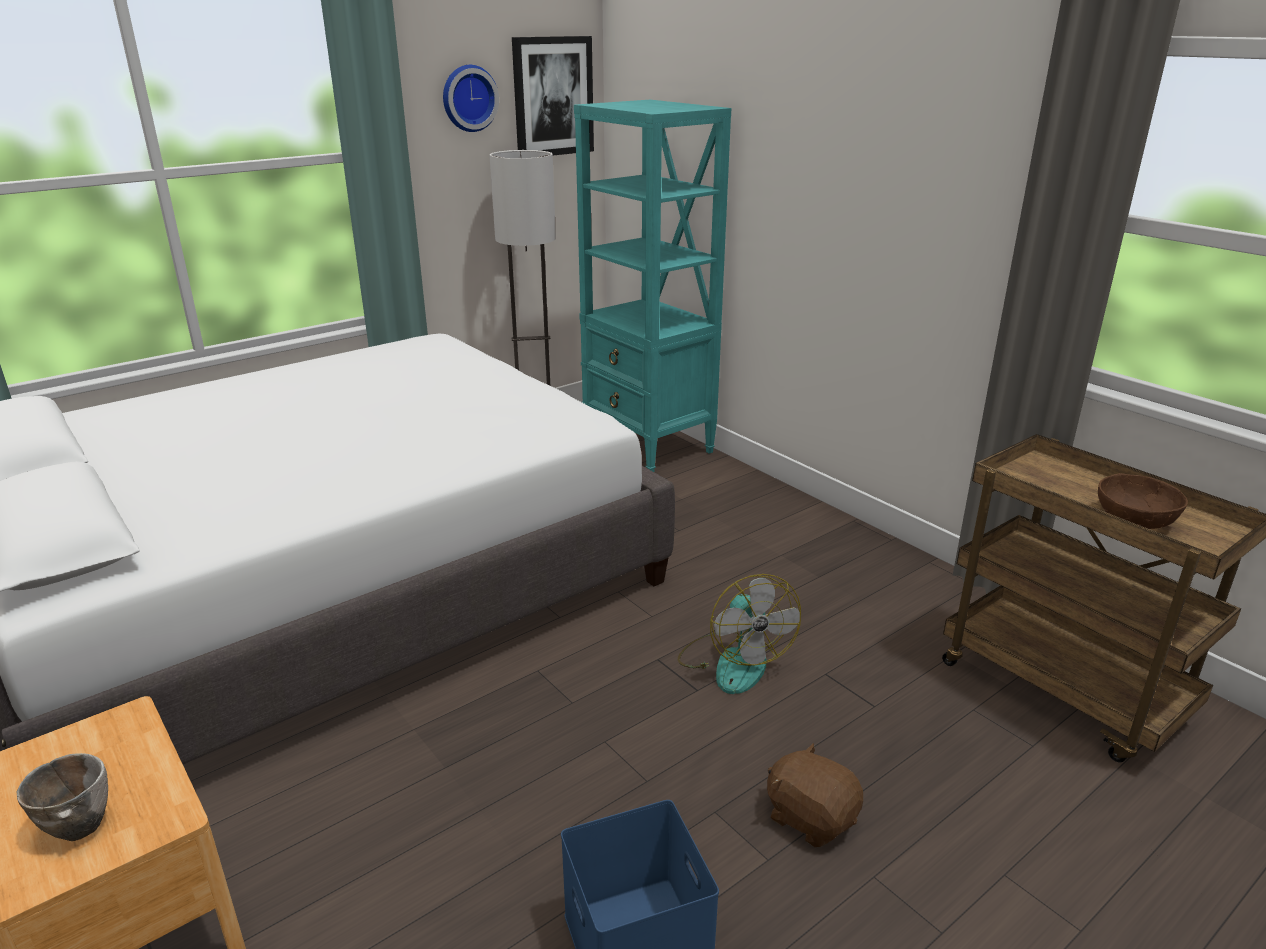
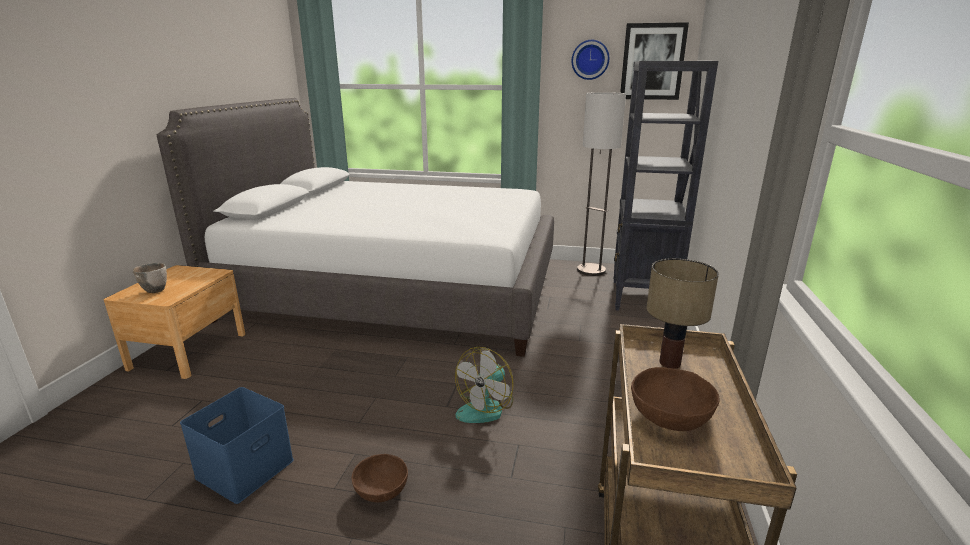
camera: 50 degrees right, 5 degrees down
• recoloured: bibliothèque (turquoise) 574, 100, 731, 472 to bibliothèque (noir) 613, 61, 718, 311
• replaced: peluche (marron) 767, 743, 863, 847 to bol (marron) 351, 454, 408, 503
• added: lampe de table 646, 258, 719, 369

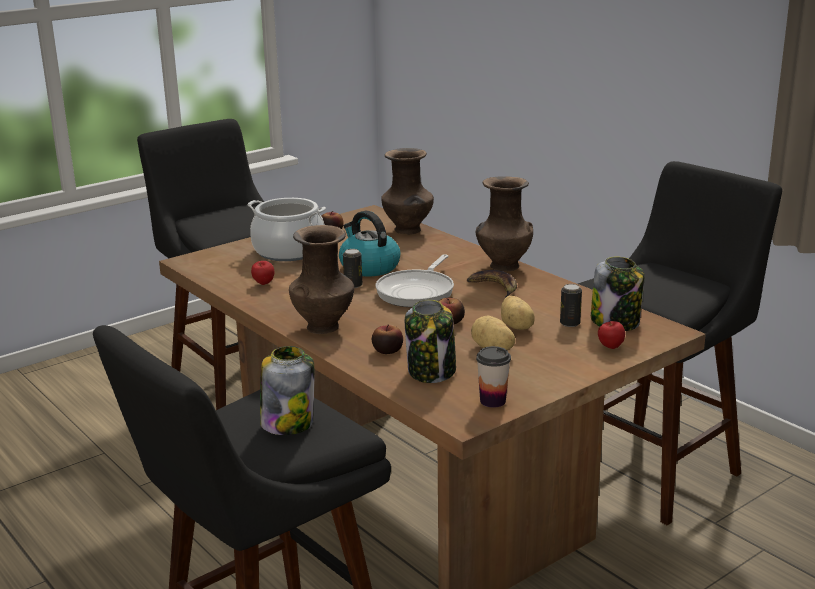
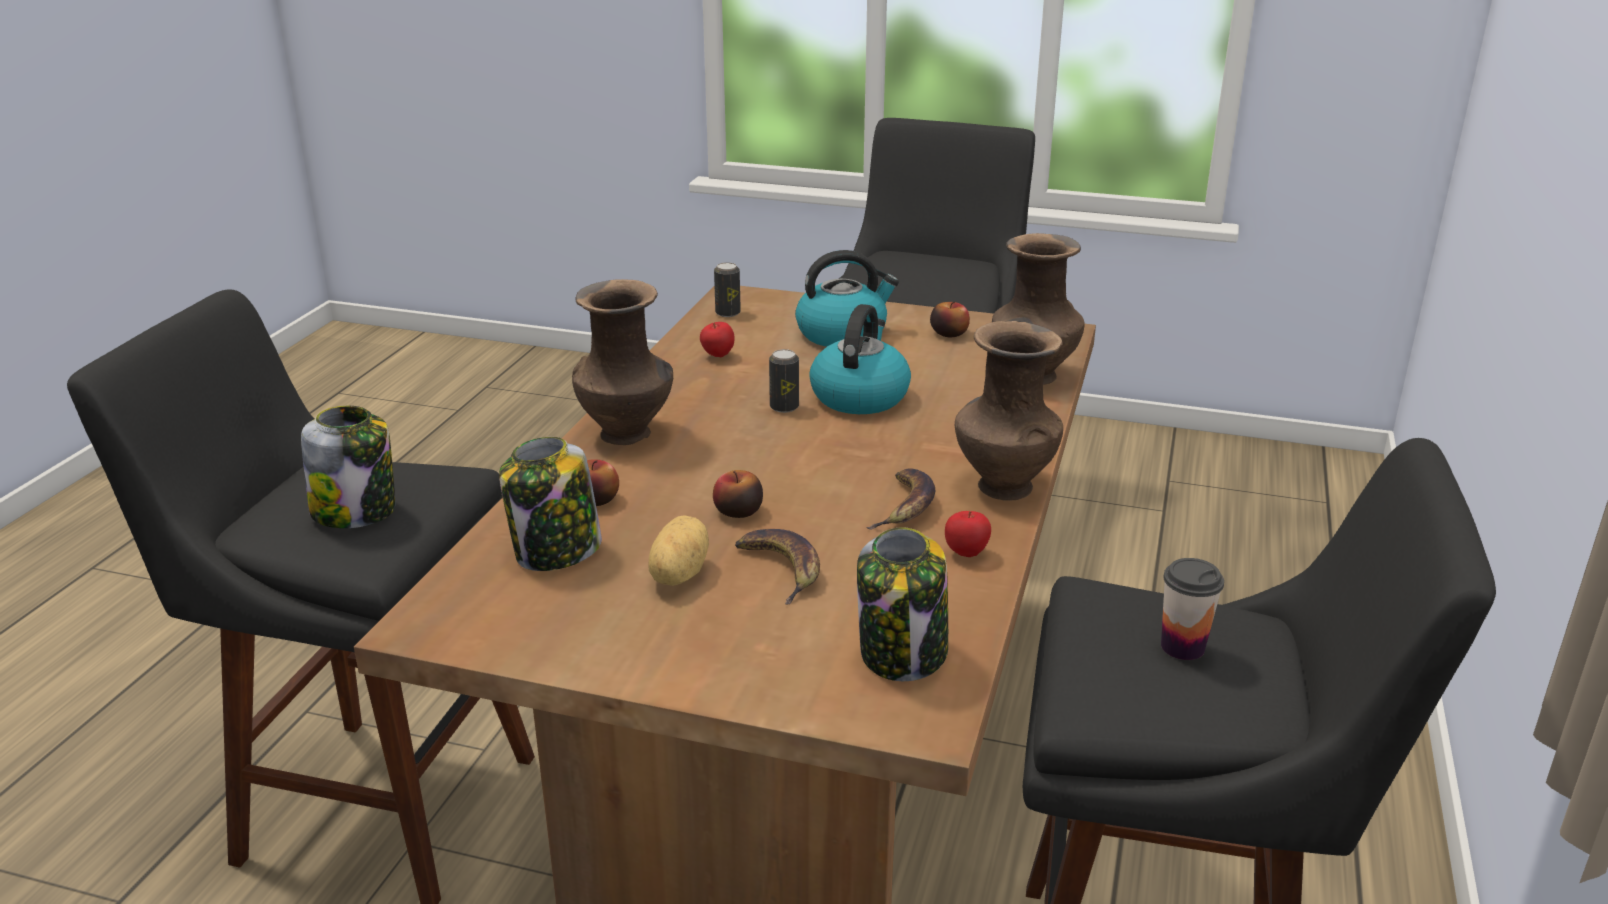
camera: 55 degrees right, 5 degrees up
• replaced: marmite 248, 198, 326, 261 to bouilloire 795, 250, 899, 347
• removed: poêle 376, 254, 454, 307
• moved: boîte métallique 560, 284, 582, 327 to 714, 262, 741, 317
• replaced: pomme de terre 501, 296, 535, 330 to banane 735, 529, 820, 605
• moved: pomme 598, 321, 625, 349 to 945, 511, 991, 557
• moved: tasse 476, 346, 511, 408 to 1161, 558, 1224, 660

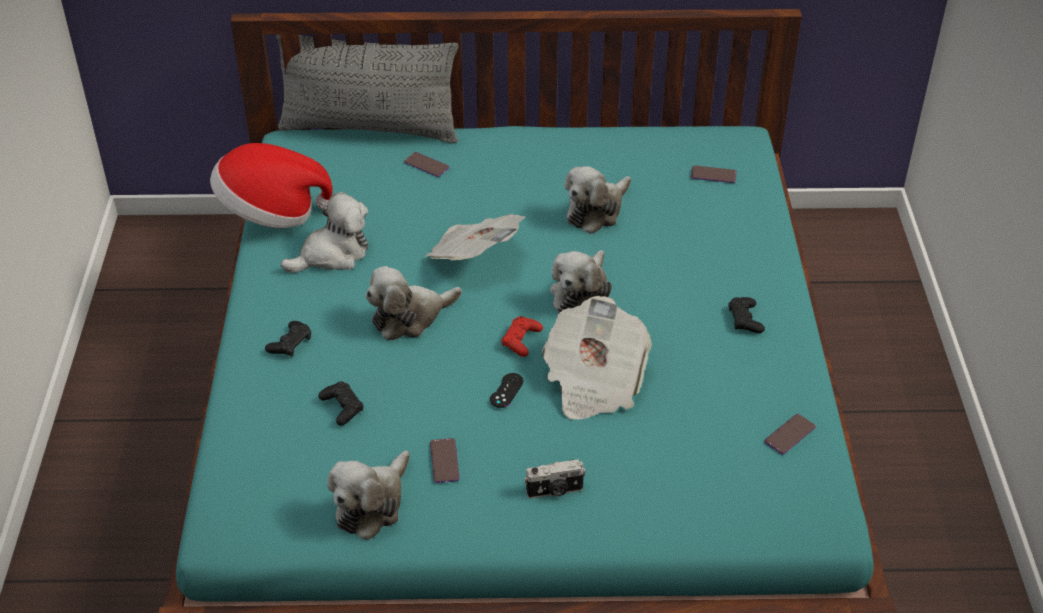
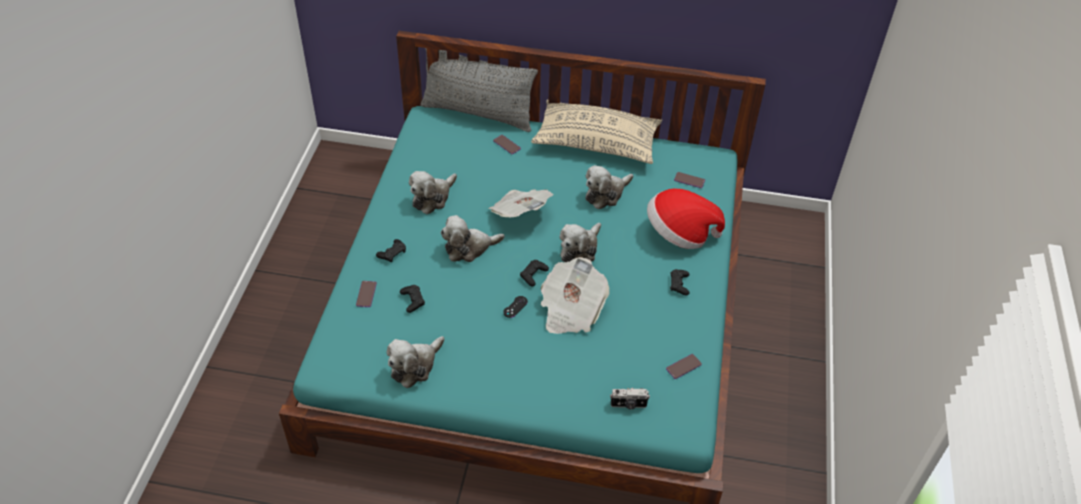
camera: 10 degrees right, 5 degrees up
• moved: chapeau 210, 143, 333, 228 to 647, 189, 725, 249
• turned: peluche 281, 192, 368, 273 = 409, 171, 457, 214 150 degrees clockwise
• recoloured: manette (rouge) 501, 316, 543, 357 to manette (noir) 520, 260, 549, 287
• moved: téléphone 430, 438, 460, 483 to 356, 281, 377, 307
• moved: appareil photo 524, 459, 586, 499 to 610, 388, 650, 409
• added: coussin (beige) 531, 99, 662, 164

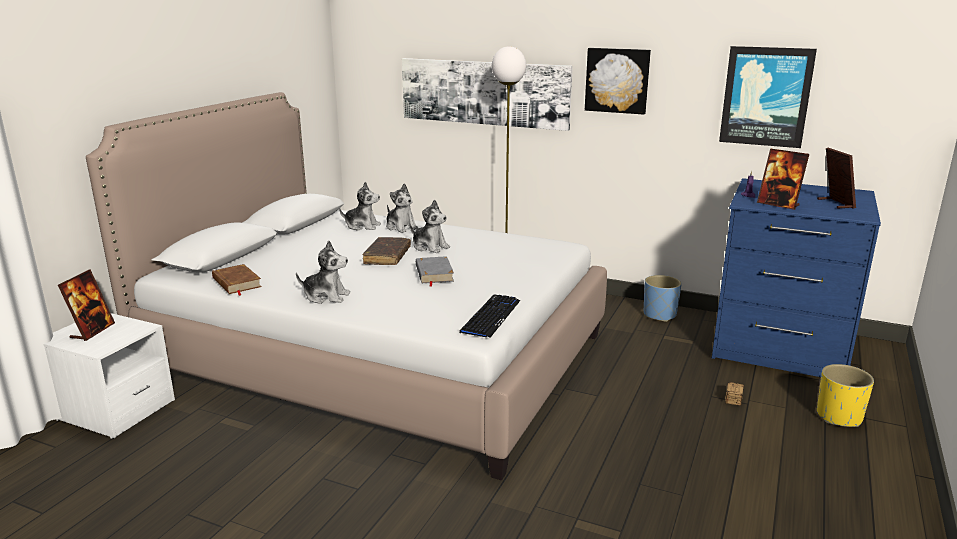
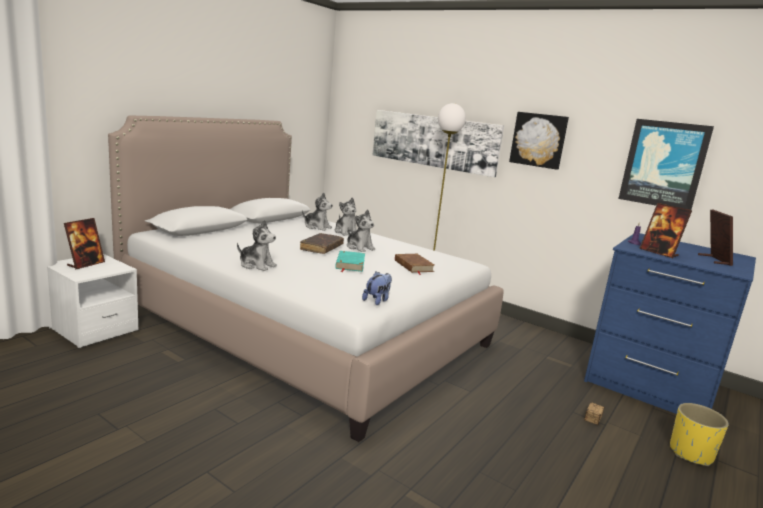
camera: 10 degrees right, 5 degrees down
• recoloured: livre (gris) 416, 256, 454, 287 to livre (turquoise) 335, 251, 365, 272
• moved: livre (marron) 212, 264, 262, 296 to 395, 254, 434, 275
• removed: cache-pot (bleu) 644, 275, 682, 322
• replaced: clavier 459, 294, 521, 338 to peluche 362, 271, 392, 305

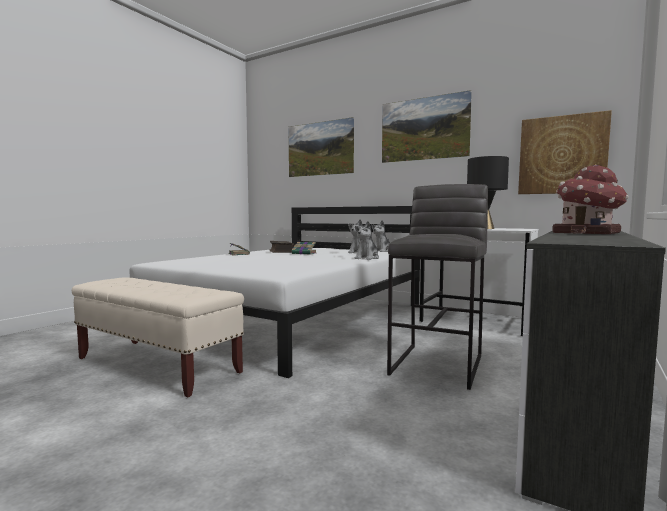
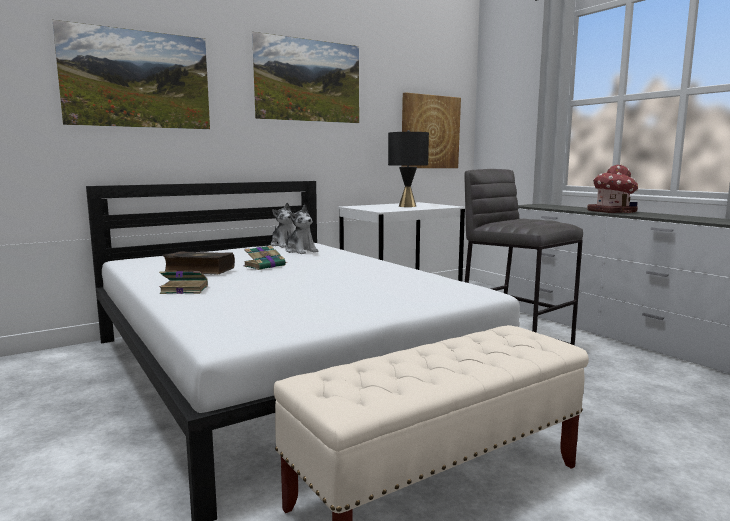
camera: 65 degrees left, 5 degrees up
• removed: peluche 354, 221, 379, 260

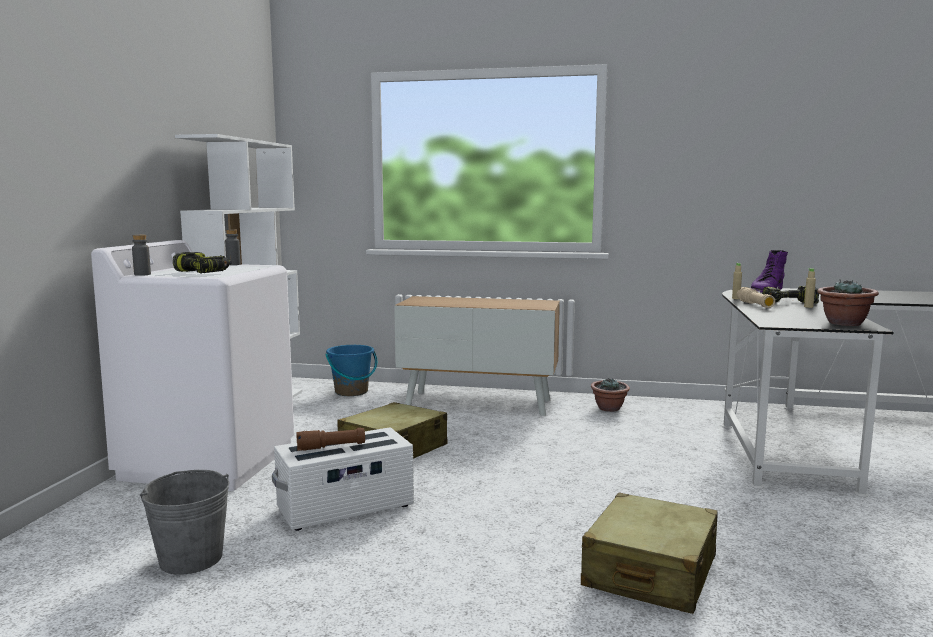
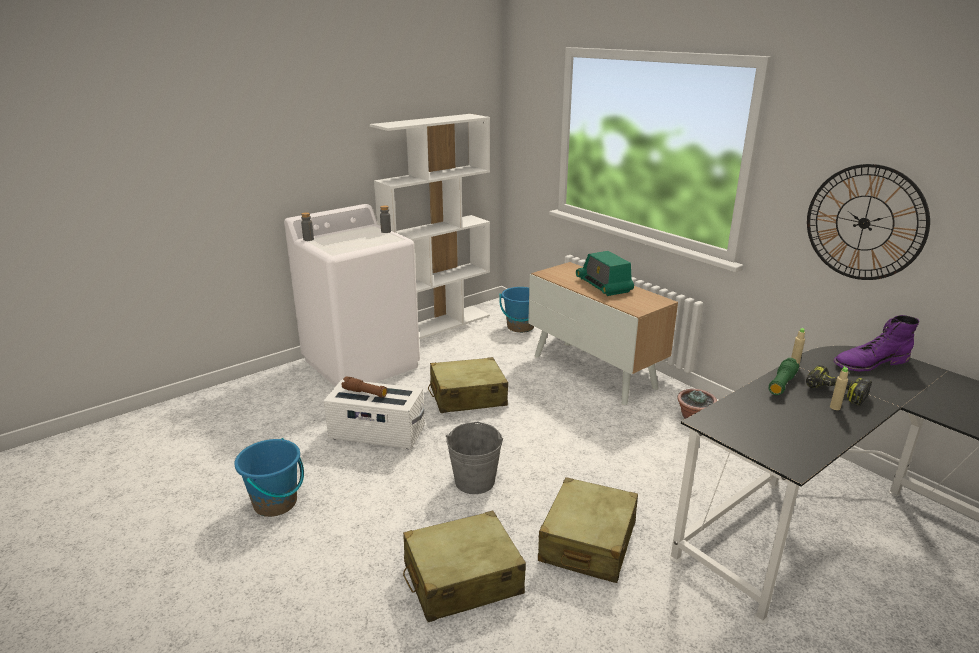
camera: 40 degrees right, 15 degrees up
• removed: perceuse 173, 252, 232, 274
• removed: plante en pot 817, 279, 879, 326
• recoloured: lampe de poche (beige) 737, 287, 775, 308 to lampe de poche (vert) 769, 358, 799, 395
• moved: seau (gris) 140, 470, 229, 575 to 446, 422, 503, 494
• added: horloge murale 807, 164, 930, 280
• added: radio 576, 251, 634, 296
• added: seau (bleu) 234, 438, 304, 517
• added: valise (beige) 538, 477, 638, 583

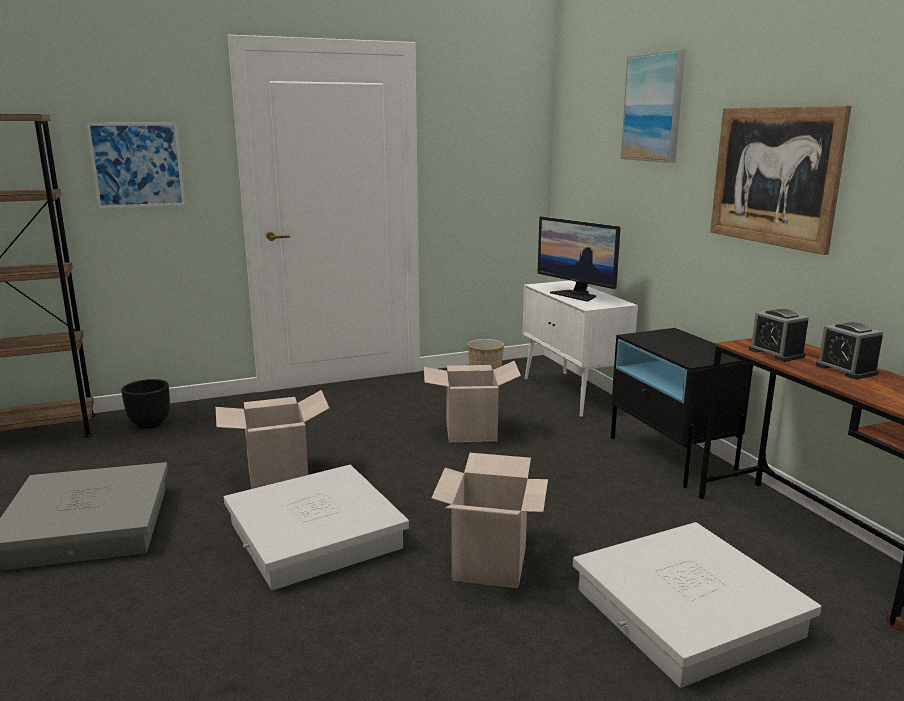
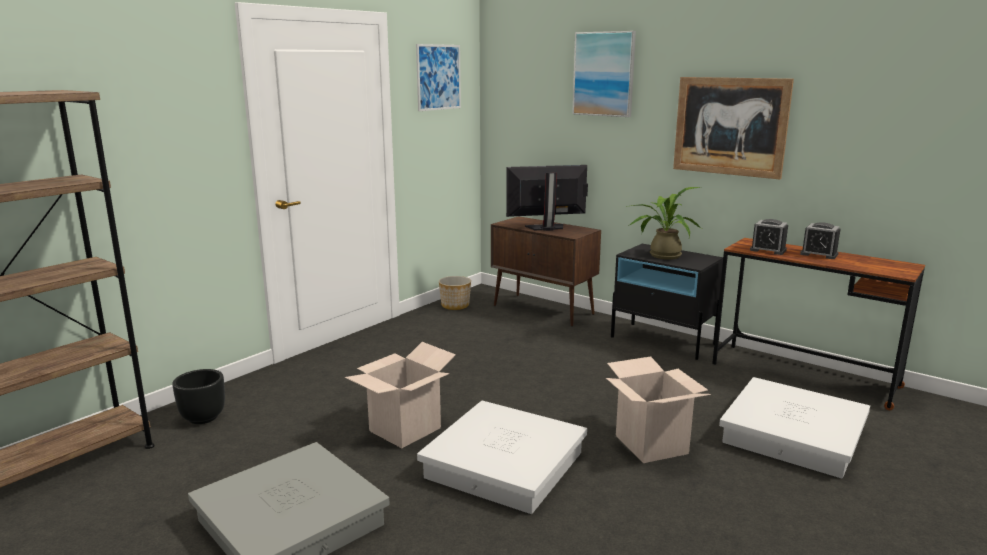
camera: 30 degrees left, 0 degrees up
• moved: tableau 86, 123, 185, 209 to 416, 44, 461, 111
• turned: écran d'ordinateur 537, 216, 621, 302 = 506, 165, 588, 231 150 degrees clockwise
• recoloured: meuble de rangement (blanc) 522, 280, 638, 417 to meuble de rangement (marron) 491, 216, 601, 327
• removed: carton 424, 361, 521, 442
• added: plante en pot 626, 187, 701, 260

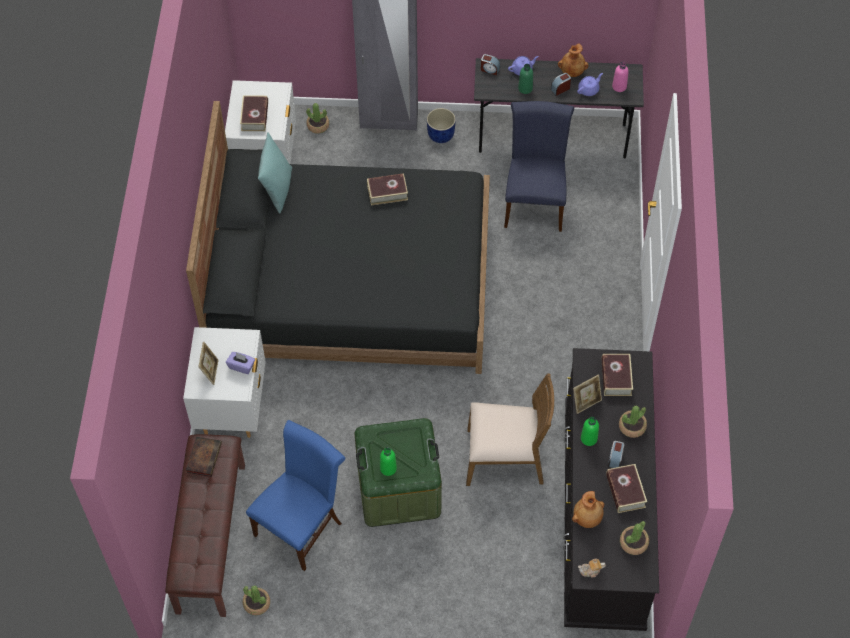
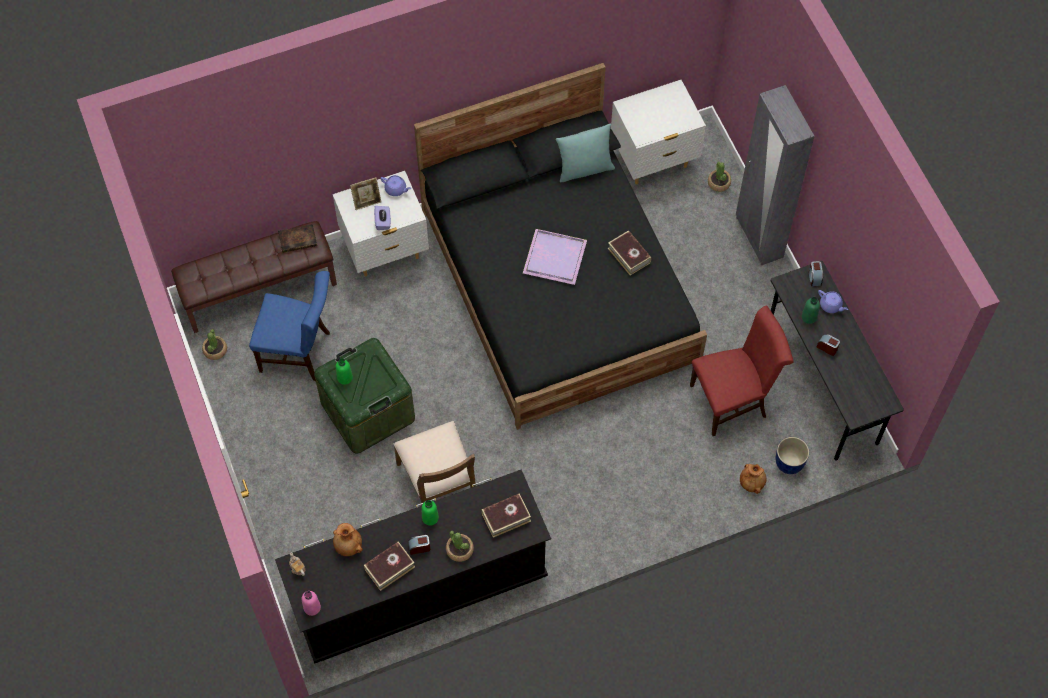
camera: 65 degrees right, 5 degrees up
• moved: vase (marron) 558, 43, 588, 77 to 740, 464, 766, 494
• moved: bouteille (rose) 612, 62, 629, 92 to 302, 591, 321, 616
• moved: théière (violet) 577, 73, 603, 96 to 380, 175, 412, 196
• removed: livre 240, 95, 268, 131
• recoloured: chaise (bleu) 504, 101, 574, 232 to chaise (rouge) 690, 306, 794, 436
• moved: cache-pot (bleu) 427, 108, 456, 143 to 776, 437, 809, 474
• removed: cadre photo 573, 374, 602, 414
• removed: plante en pot 620, 521, 649, 555
• added: plateau (violet) 523, 229, 587, 285

